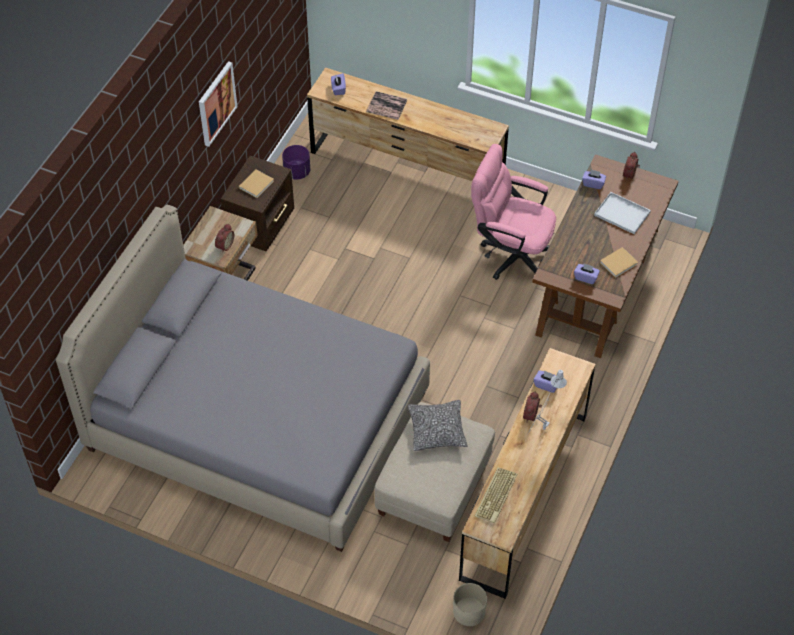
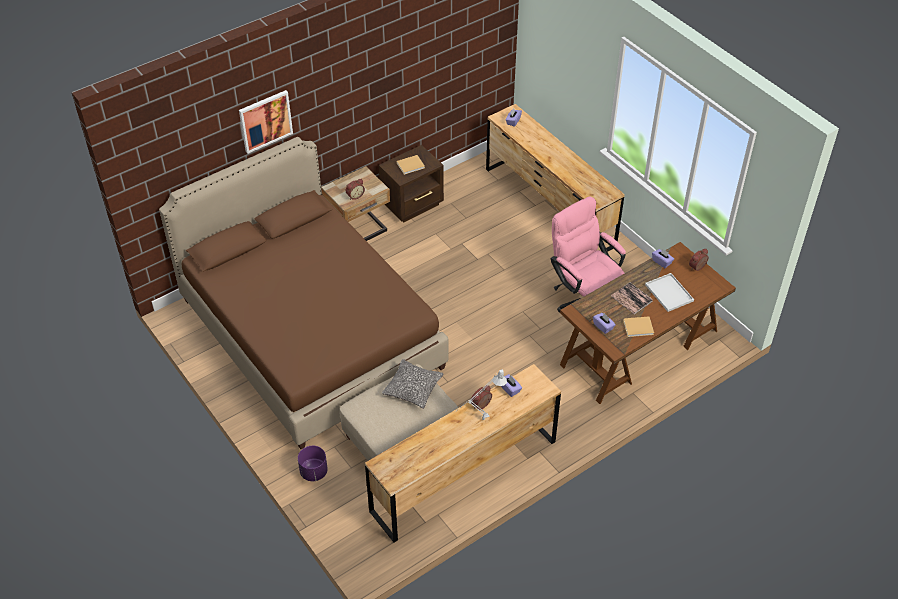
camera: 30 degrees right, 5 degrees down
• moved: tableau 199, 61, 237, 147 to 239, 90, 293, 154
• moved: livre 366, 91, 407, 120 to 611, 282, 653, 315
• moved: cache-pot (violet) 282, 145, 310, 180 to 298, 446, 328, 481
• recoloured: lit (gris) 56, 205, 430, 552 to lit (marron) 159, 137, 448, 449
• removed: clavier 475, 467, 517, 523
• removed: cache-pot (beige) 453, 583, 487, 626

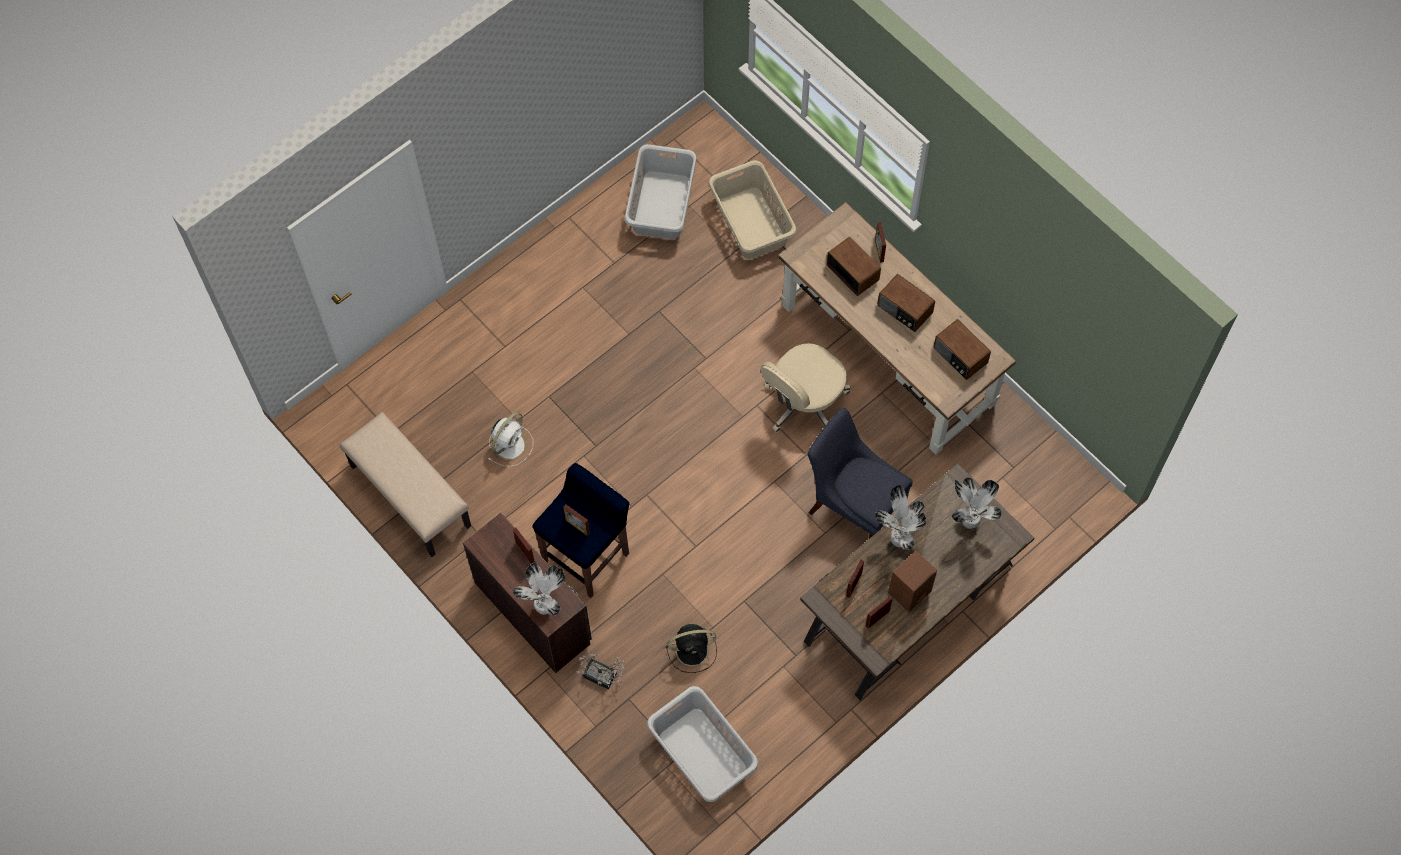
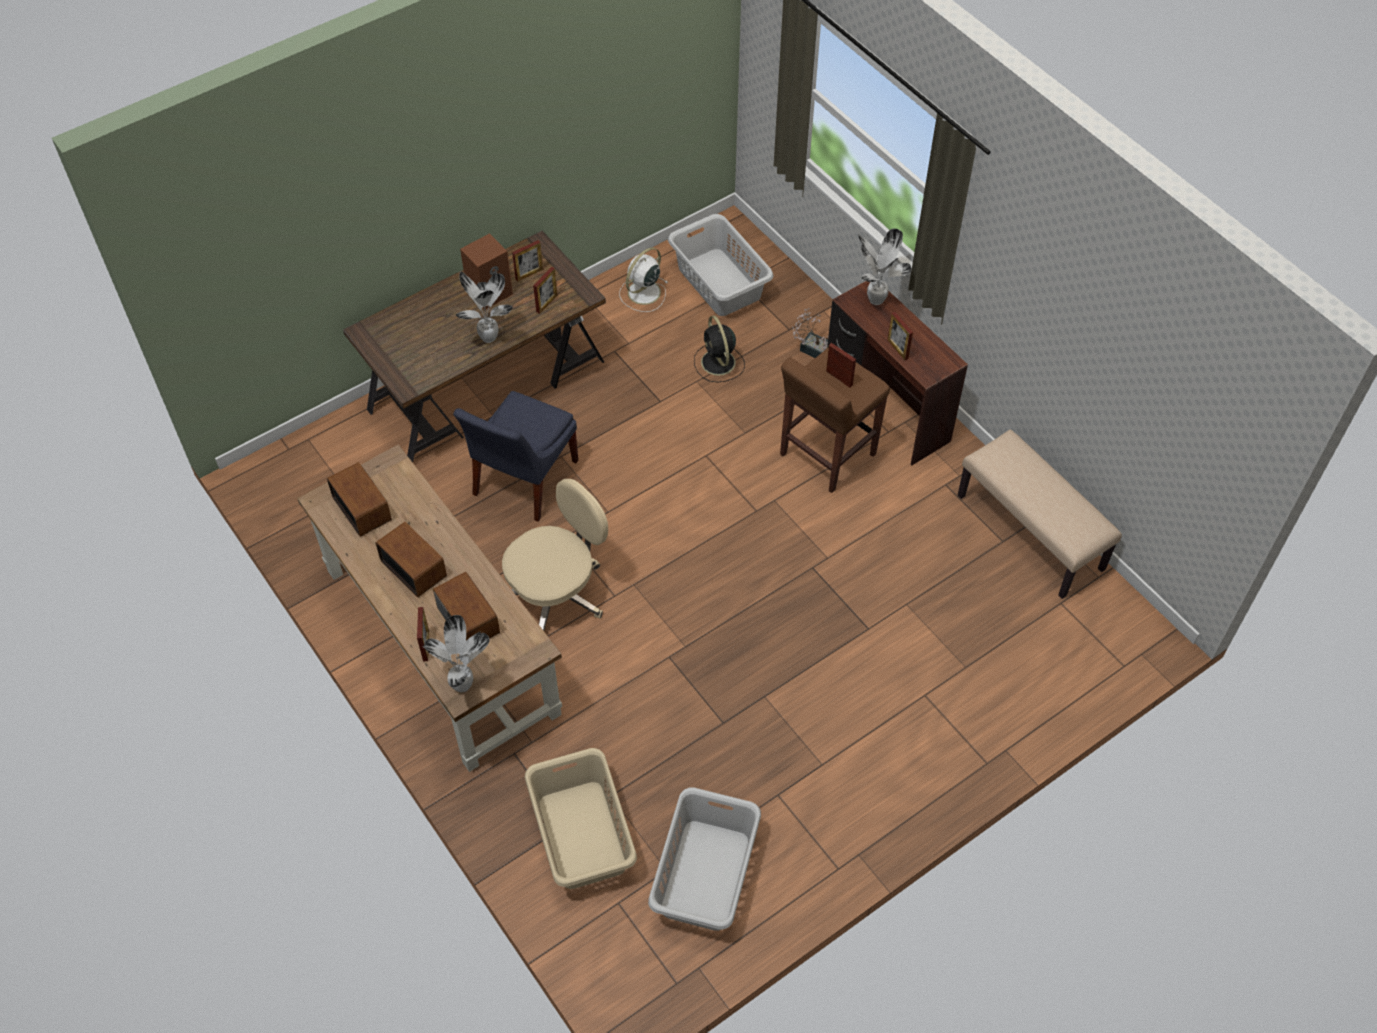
camera: 175 degrees left, 10 degrees down
• turned: chaise (bleu) 808, 408, 913, 539 = 453, 391, 578, 522 75 degrees clockwise
• moved: ventilateur (blanc) 488, 412, 533, 467 to 619, 247, 668, 312
• recoloured: tabouret (bleu) 533, 463, 629, 598 to tabouret (marron) 780, 347, 890, 493
• moved: plante en pot 952, 478, 1002, 529 to 423, 615, 489, 692
• turned: ventilateur (noir) 665, 624, 717, 673 = 694, 316, 745, 382 105 degrees counterclockwise

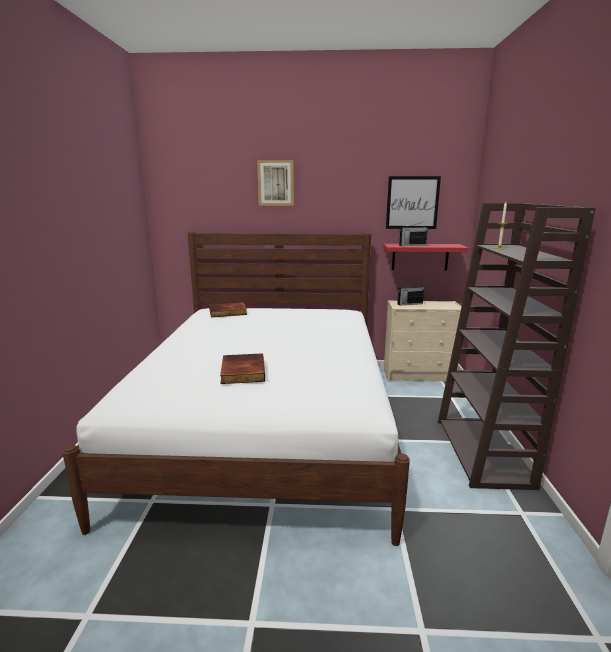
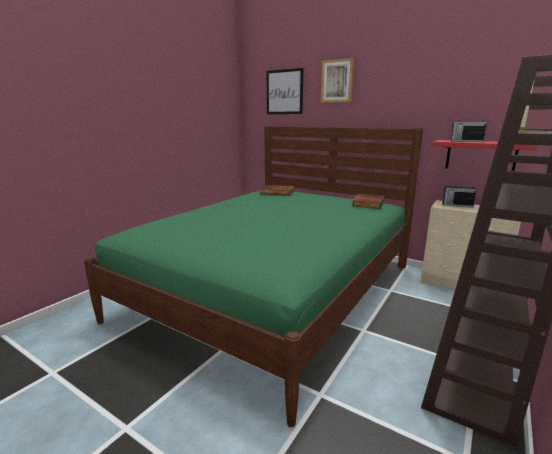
camera: 30 degrees right, 0 degrees up
• moved: tableau 386, 176, 441, 229 to 267, 68, 304, 114
• recoloured: lit (blanc) 62, 232, 410, 546 to lit (vert) 84, 126, 423, 427
• moved: livre 220, 354, 265, 384 to 352, 194, 385, 209

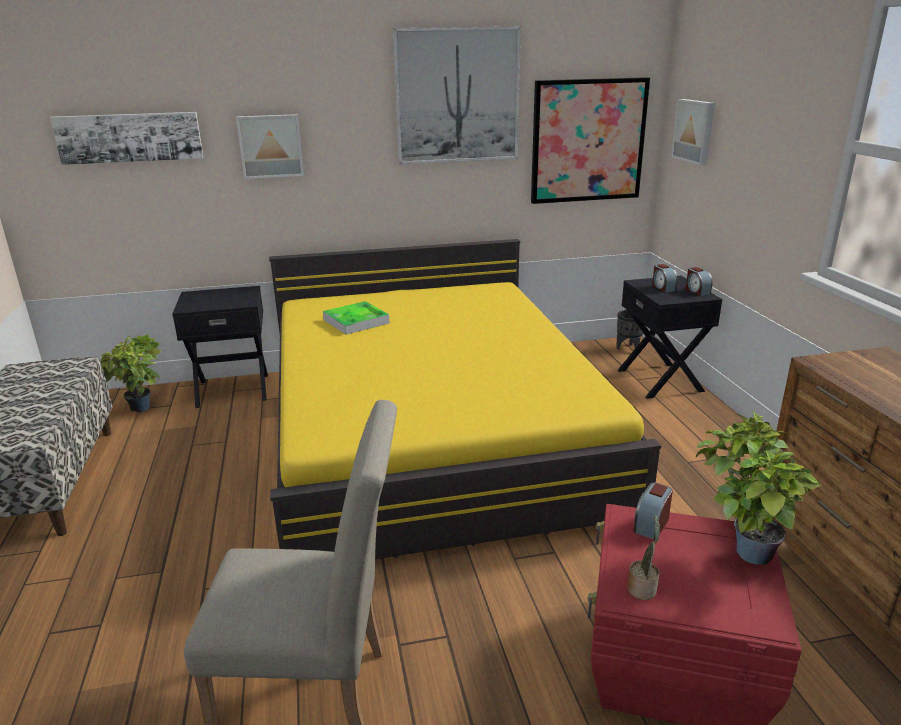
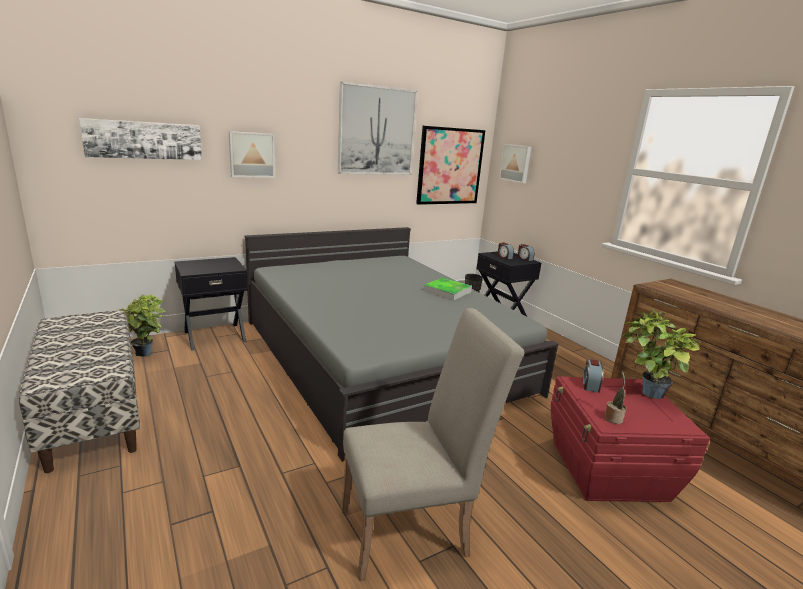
camera: 20 degrees left, 5 degrees down
• recoloured: lit (jaune) 269, 239, 662, 559 to lit (gris) 244, 227, 559, 462
• moved: plateau 323, 301, 389, 335 to 423, 278, 472, 301

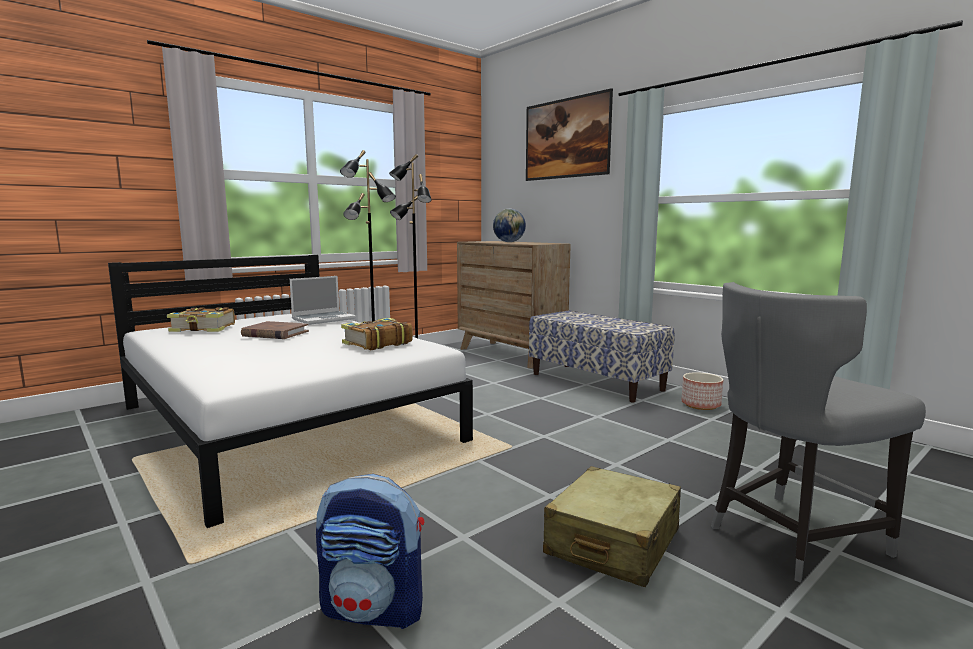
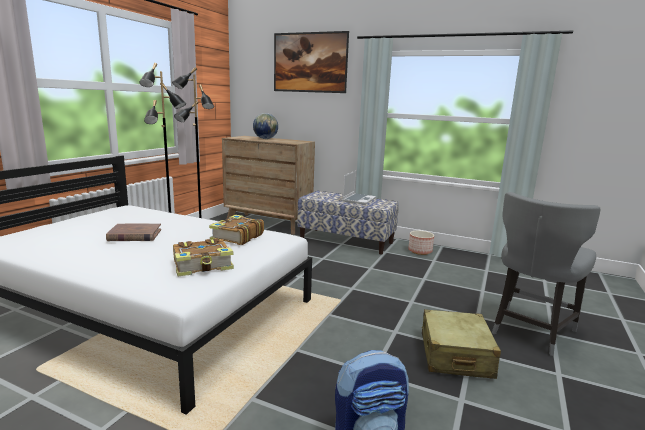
camera: 25 degrees left, 5 degrees up
• moved: ordinateur portable 290, 276, 356, 325 to 342, 171, 376, 205
• moved: livre 167, 307, 235, 332 to 173, 238, 234, 277

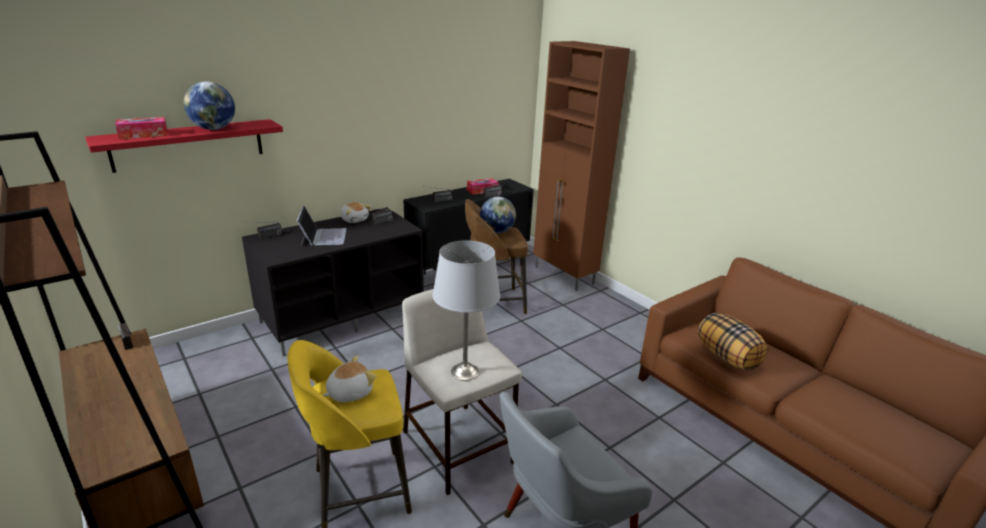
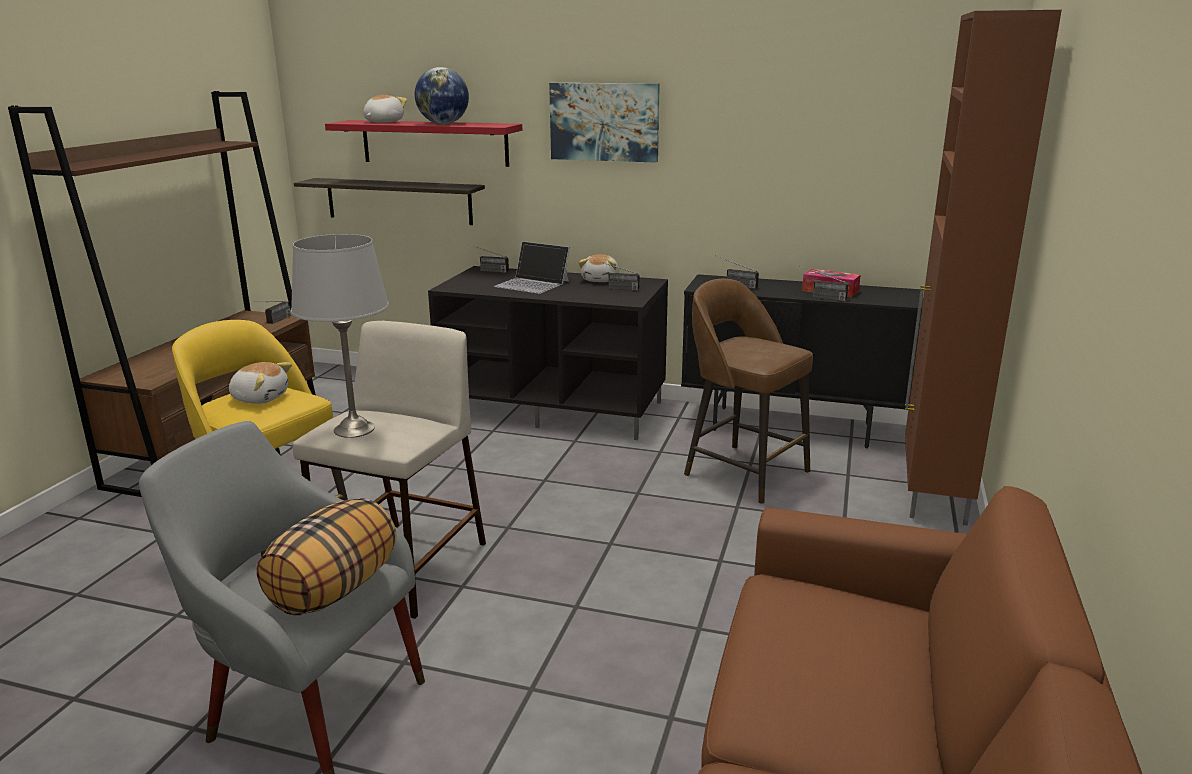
camera: 55 degrees right, 5 degrees down
• replaced: boîte à mouchoirs 115, 117, 168, 139 to peluche 363, 95, 407, 123
• removed: globe 480, 197, 516, 233
• turned: ordinateur portable 297, 205, 346, 246 = 494, 241, 570, 294 75 degrees clockwise
• moved: coussin 698, 313, 768, 370 to 257, 498, 397, 615
• added: tableau 549, 83, 660, 163
• added: étagère 294, 178, 485, 225

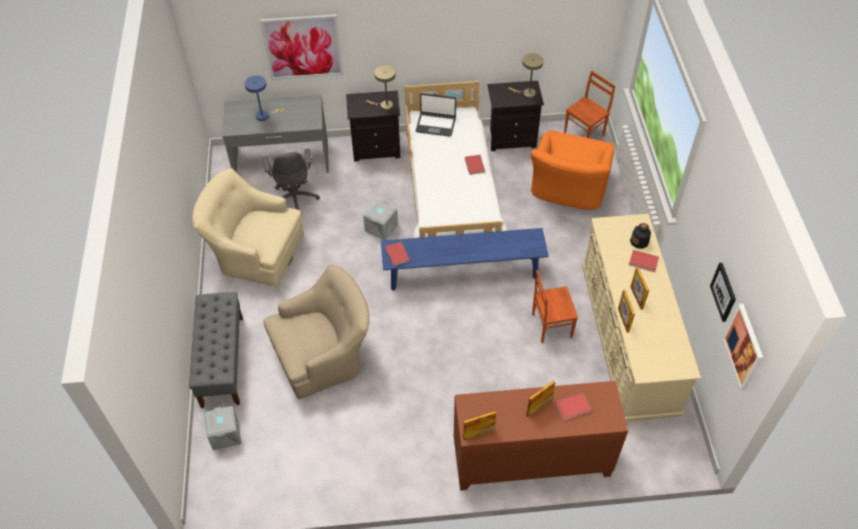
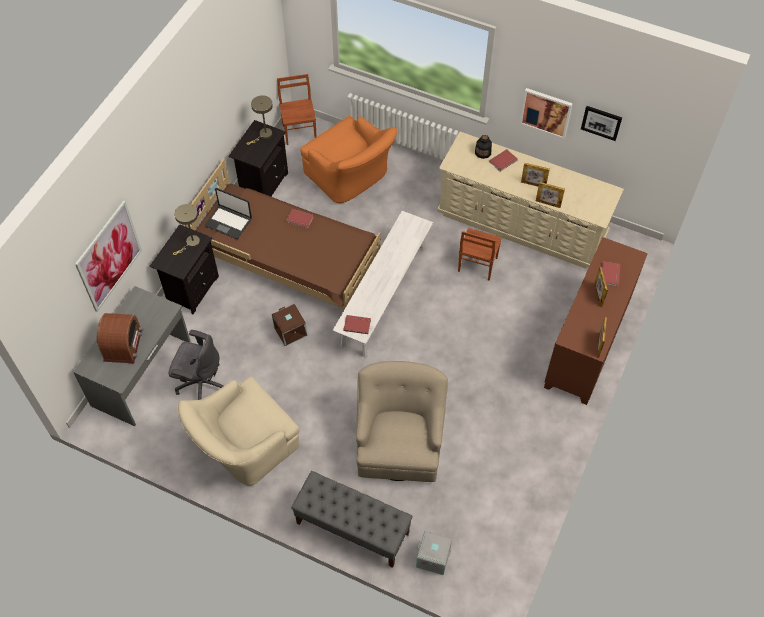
camera: 60 degrees left, 5 degrees up
• replaced: lampe de table (bleu) 244, 75, 284, 121 to radio 97, 313, 143, 364
• recoloured: lit (blanc) 404, 81, 507, 238 to lit (marron) 185, 158, 381, 310
• turned: ordinateur portable 416, 93, 456, 137 = 205, 188, 252, 239 75 degrees clockwise
• recoloured: boîte de rangement (gris) 363, 200, 398, 240 to boîte de rangement (marron) 272, 304, 307, 346
• recoloured: banc (bleu) 381, 228, 549, 291 to banc (blanc) 333, 211, 433, 358
• moved: tableau 723, 304, 763, 391 to 520, 88, 573, 139

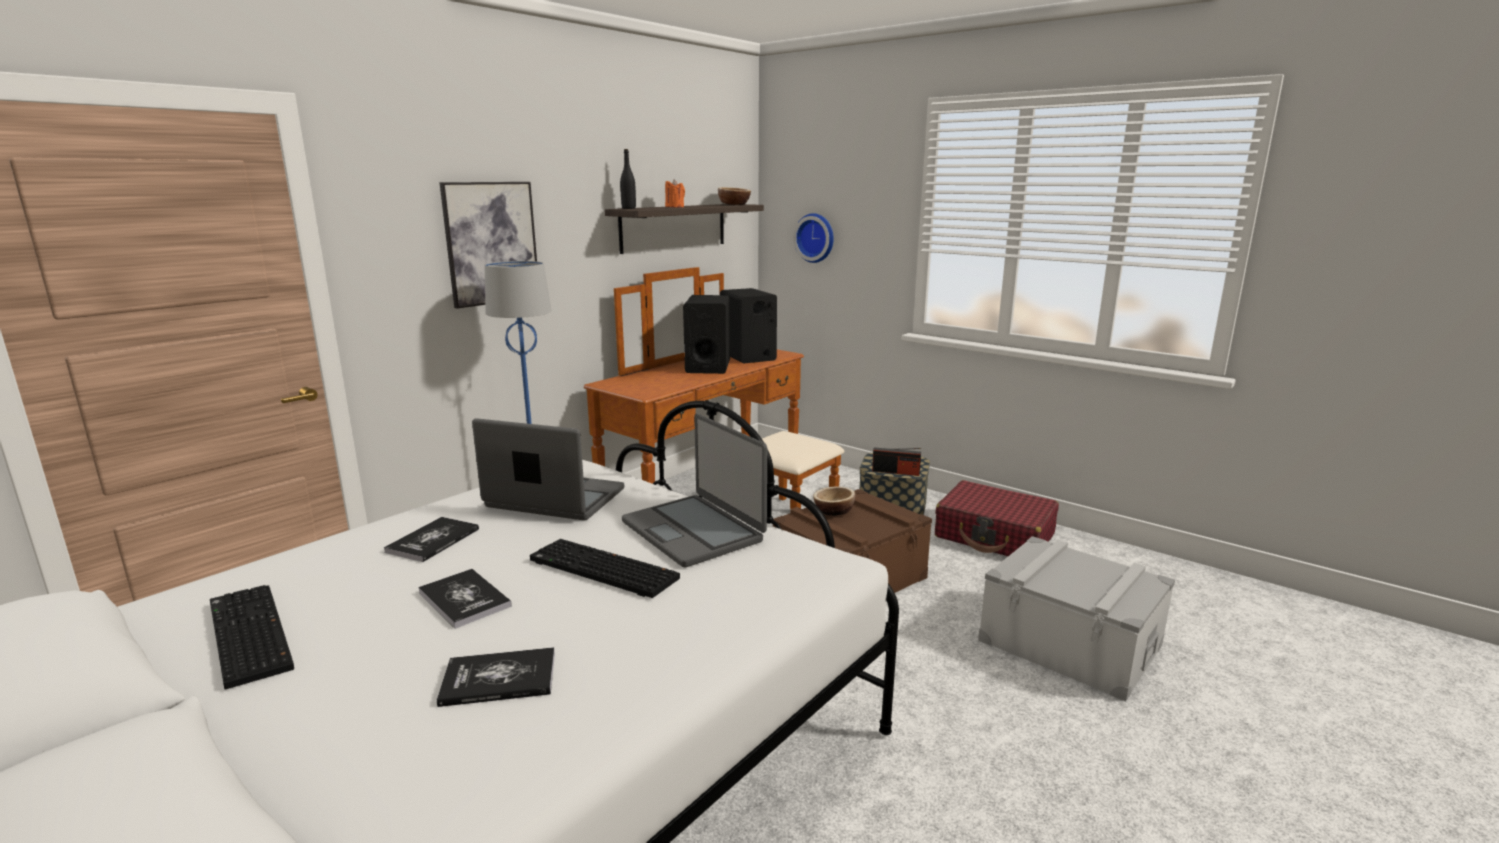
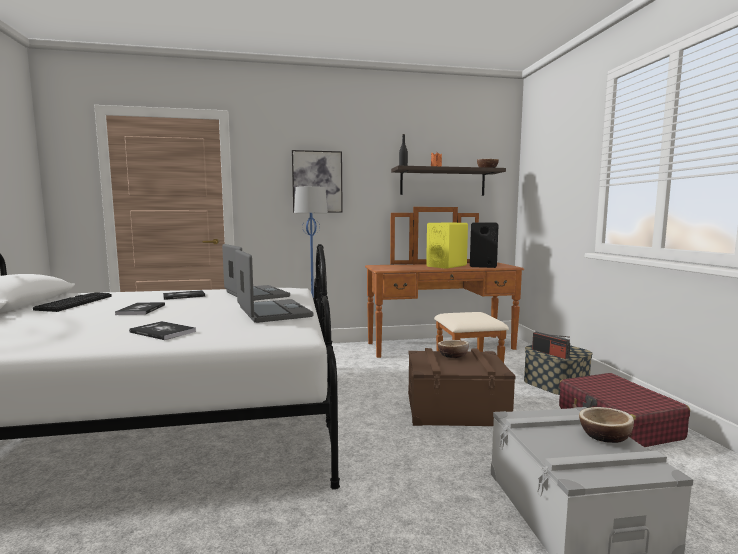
camera: 40 degrees right, 10 degrees down
• removed: horloge murale 793, 213, 834, 263
• recoloured: enceinte (noir) 683, 295, 730, 374 to enceinte (jaune) 426, 222, 468, 269
• turned: ordinateur portable 622, 414, 767, 568 = 235, 249, 313, 323 150 degrees clockwise
• removed: clavier 530, 539, 680, 598
• moved: livre 437, 647, 555, 707 to 129, 321, 196, 340
• added: bol 579, 407, 634, 443

